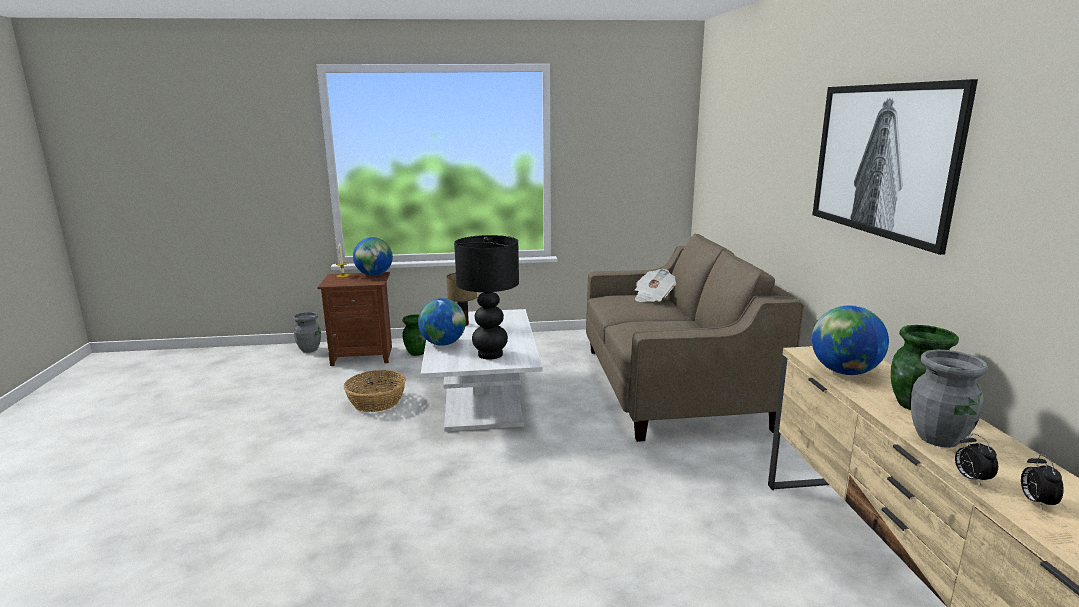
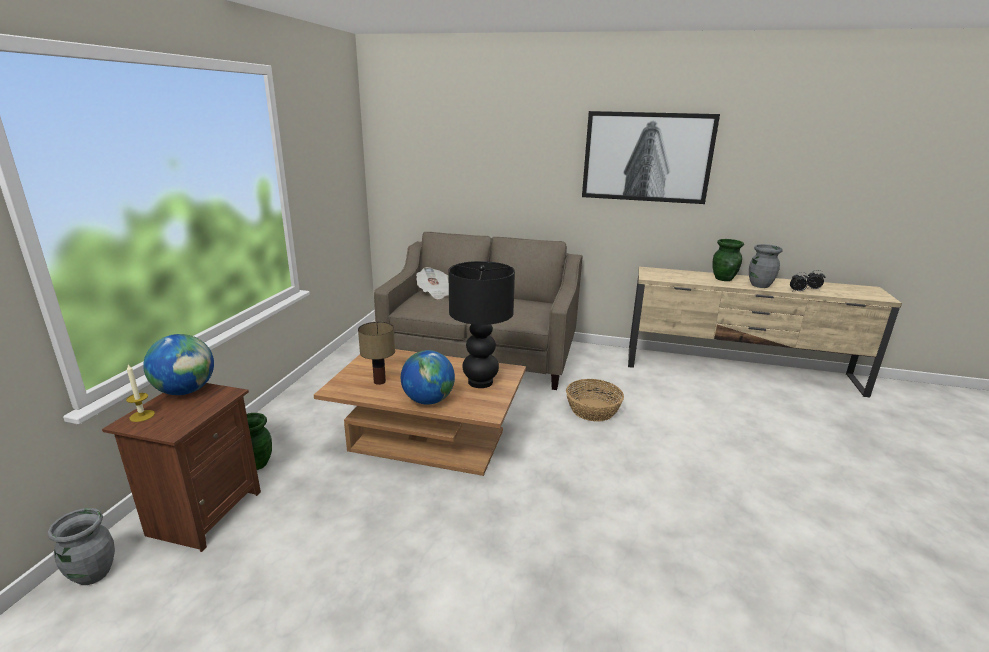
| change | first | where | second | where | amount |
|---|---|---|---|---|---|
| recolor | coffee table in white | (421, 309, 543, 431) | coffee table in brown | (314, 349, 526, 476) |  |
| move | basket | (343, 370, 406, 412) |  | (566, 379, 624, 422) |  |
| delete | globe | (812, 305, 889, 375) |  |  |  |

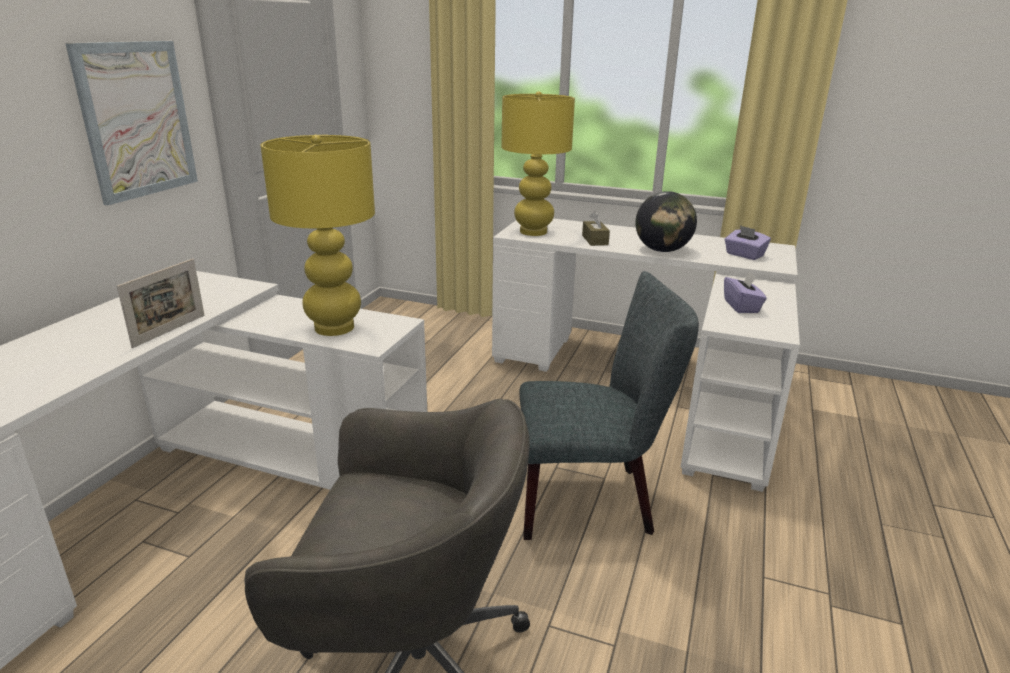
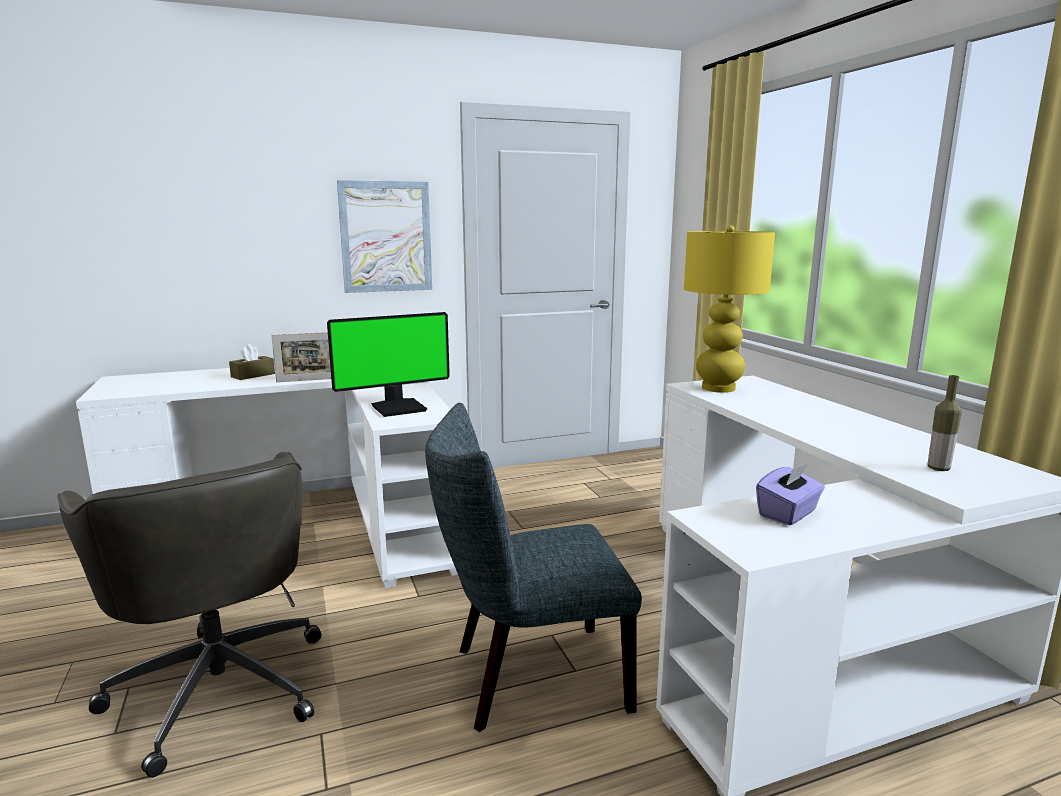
| change | first | where | second | where | amount |
|---|---|---|---|---|---|
| move | tissue box in brown | (582, 211, 610, 246) |  | (229, 344, 275, 380) |  |
| replace | table lamp in yellow | (260, 135, 375, 336) | monitor | (327, 312, 450, 417) |  |
| rotate | chair in grey | (519, 271, 699, 540) |  | (425, 403, 642, 732) | 120 degrees clockwise |
| replace | tissue box in purple | (725, 225, 771, 260) | bottle | (928, 375, 962, 471) |  |
| delete | globe | (635, 191, 697, 252) |  |  |  |

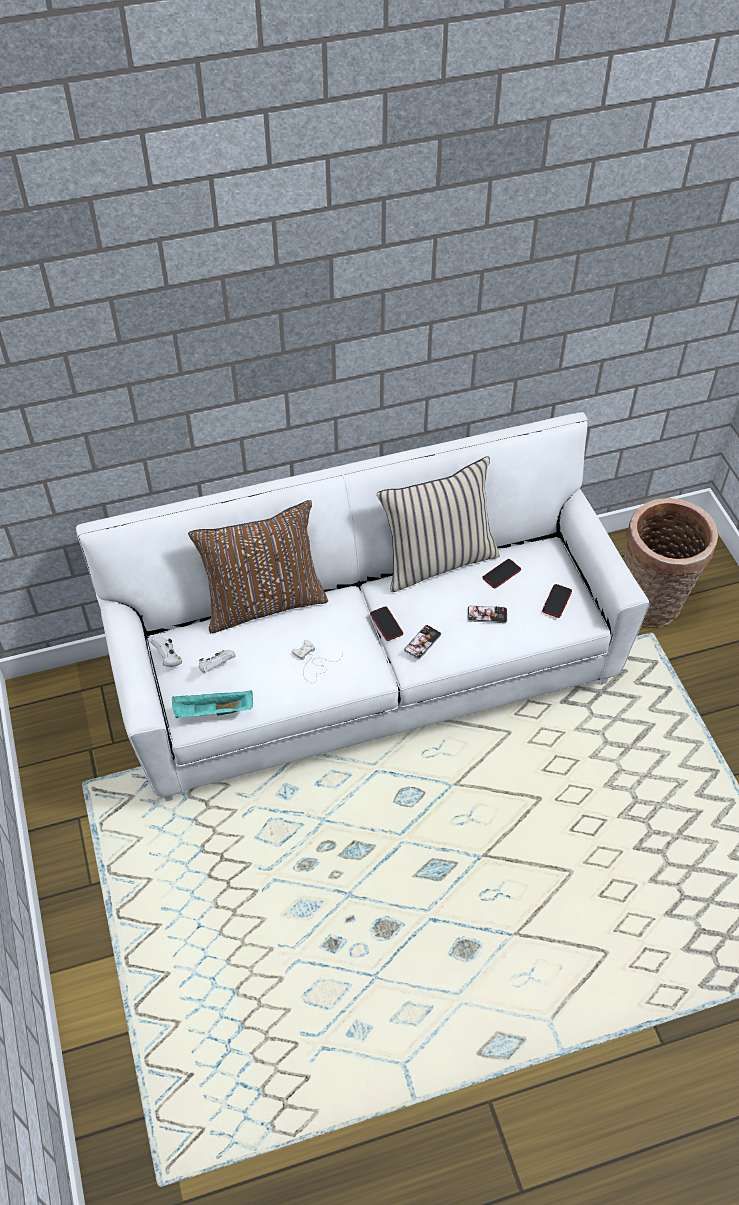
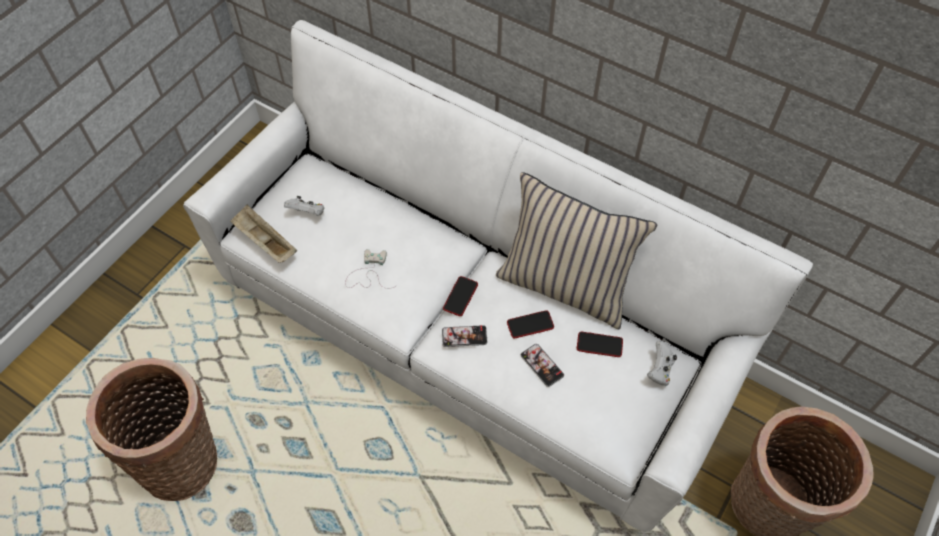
| change | first | where | second | where | amount |
|---|---|---|---|---|---|
| insert |  |  | basket | (86, 358, 217, 501) |  |
| recolor | tray in turquoise | (172, 691, 253, 718) | tray in beige | (230, 205, 297, 263) |  |
| move | phone | (542, 584, 572, 618) |  | (507, 310, 554, 338) |  |
| move | game controller in white | (149, 637, 182, 667) |  | (647, 341, 677, 386) |  |
| delete | pillow in brown | (188, 500, 328, 633) |  |  |  |

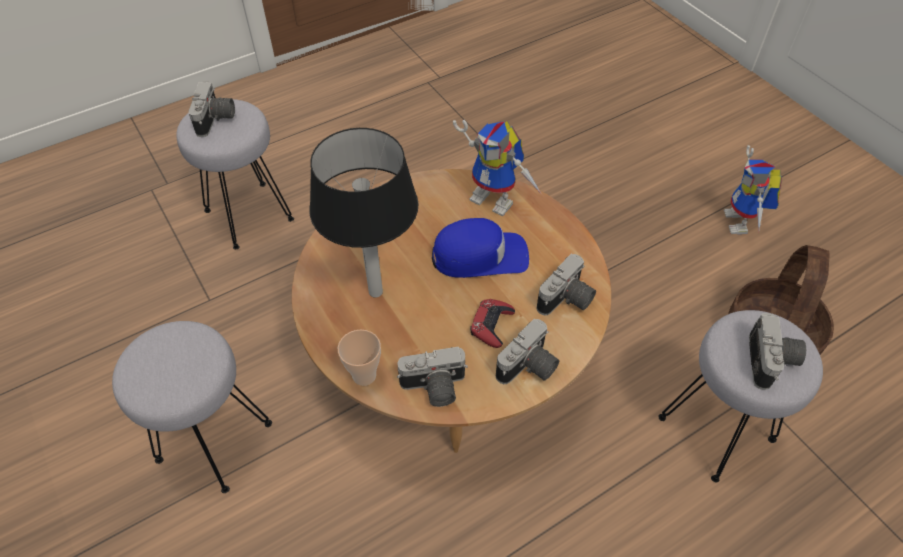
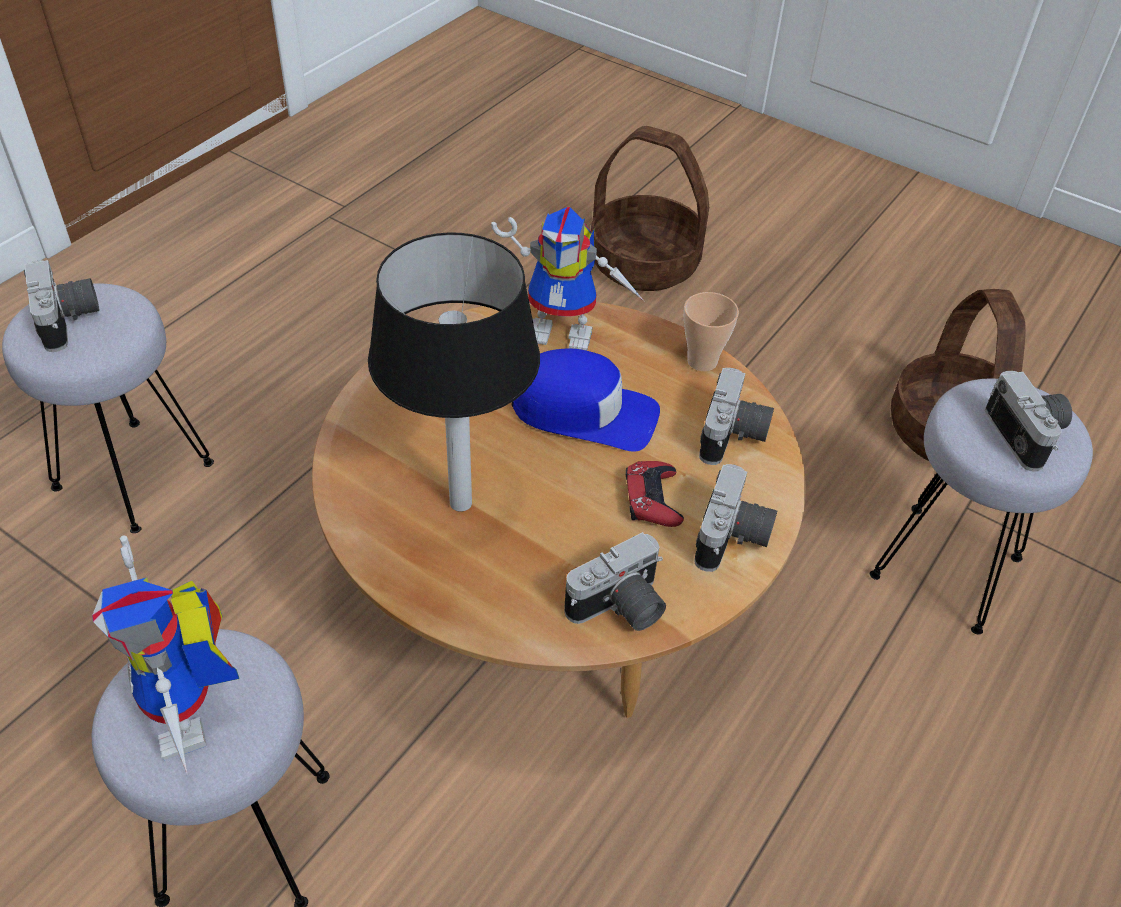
| change | first | where | second | where | amount |
|---|---|---|---|---|---|
| move | toy robot | (724, 145, 782, 234) |  | (92, 535, 240, 773) |  |
| rotate | cap in blue | (432, 218, 529, 278) |  | (512, 348, 660, 452) | 45 degrees clockwise |
| insert |  |  | basket | (591, 126, 709, 291) |  |
| move | cup | (338, 330, 381, 386) |  | (684, 292, 739, 371) |  |

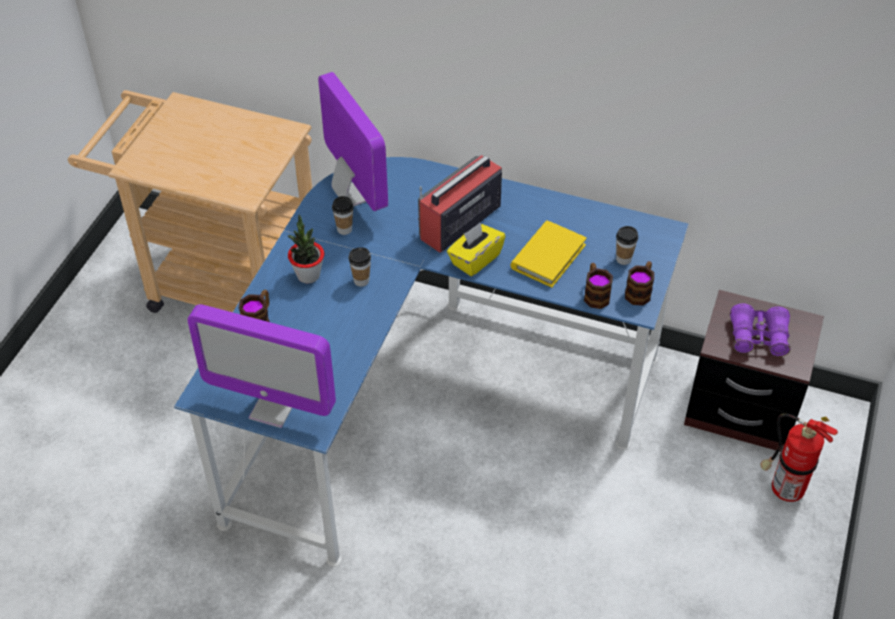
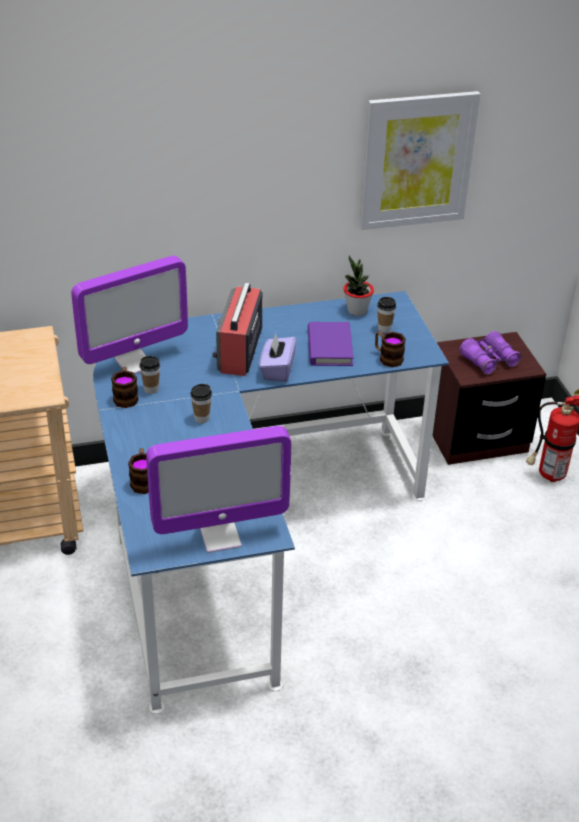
| change | first | where | second | where | amount |
|---|---|---|---|---|---|
| rotate | monitor | (318, 72, 388, 211) |  | (71, 256, 188, 374) | 120 degrees clockwise |
| move | mug | (625, 261, 654, 306) |  | (111, 367, 139, 408) |  |
| recolor | tissue box in yellow | (447, 222, 506, 276) | tissue box in purple | (259, 333, 296, 382) |  |
| recolor | book in yellow | (511, 220, 587, 288) | book in purple | (308, 322, 354, 366) |  |
| move | potted plant | (287, 214, 324, 284) |  | (343, 255, 374, 316) |  |
| insert |  |  | picture | (360, 91, 481, 230) |  |

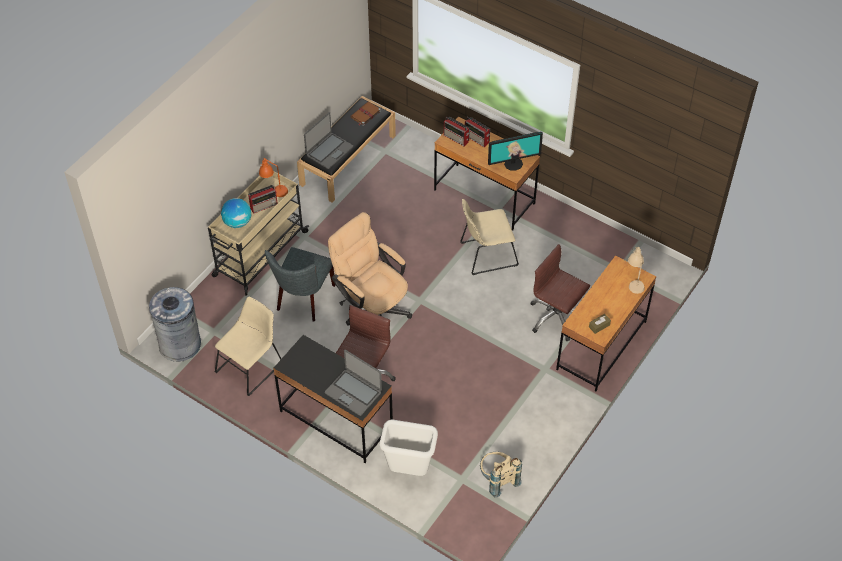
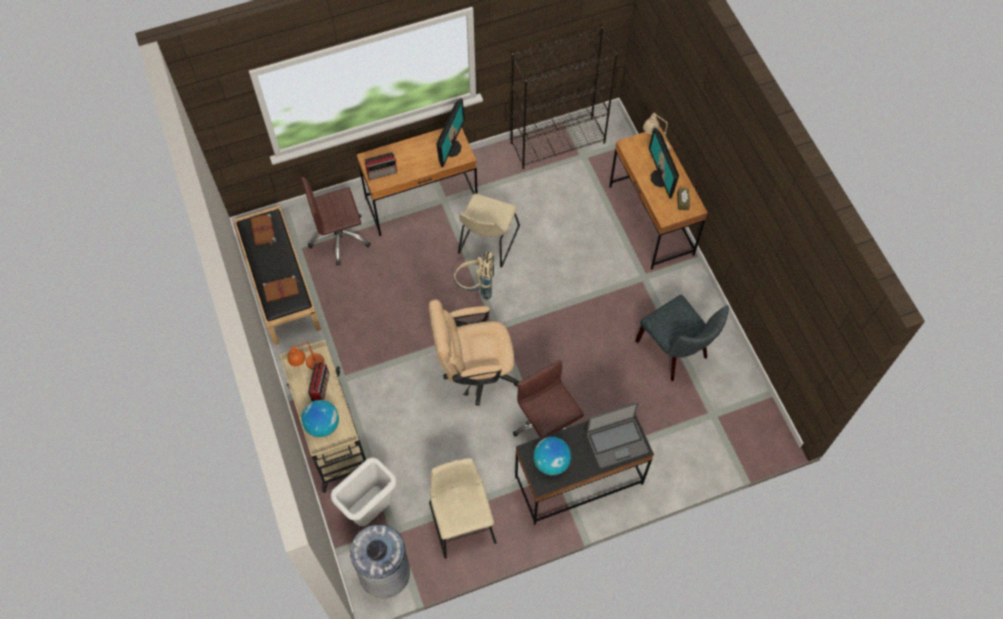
| change | first | where | second | where | amount |
|---|---|---|---|---|---|
| replace | laptop | (304, 112, 353, 169) | book in brown | (263, 276, 299, 303) |  |
| move | office chair in brown | (531, 244, 590, 341) |  | (301, 177, 371, 265) |  |
| move | trash can in white | (380, 419, 438, 476) |  | (331, 457, 396, 526) |  |
| move | backpack in beige | (480, 452, 522, 498) |  | (454, 251, 494, 300) |  |
| insert |  |  | bookcase in black | (510, 27, 618, 169) |  |
| insert |  |  | globe | (534, 437, 571, 475) |  |
| move | chair in grey | (265, 247, 336, 322) |  | (635, 294, 729, 381) |  |
| insert |  |  | monitor | (649, 128, 679, 199) |  |
| delete | radio | (465, 117, 490, 147) |  |  |  |

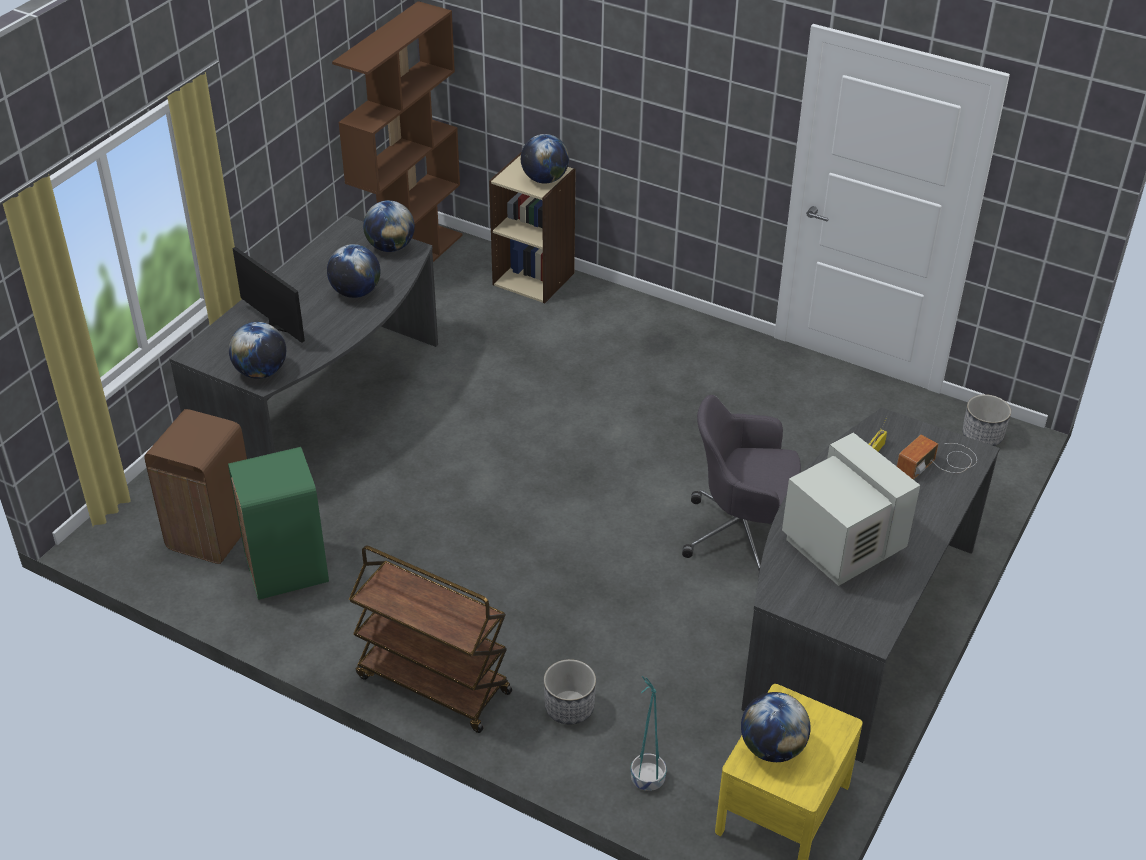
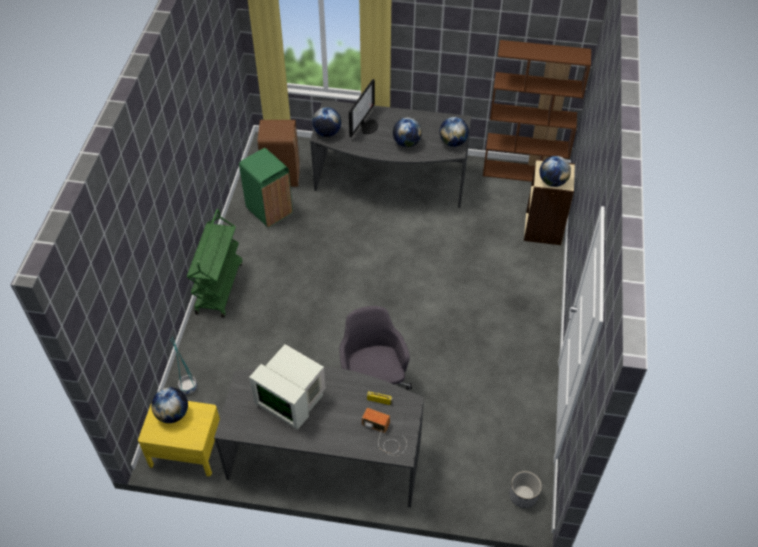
| change | first | where | second | where | amount |
|---|---|---|---|---|---|
| recolor | cart in brown | (349, 545, 512, 733) | cart in green | (187, 209, 242, 318) |  |
| rotate | monitor | (782, 432, 920, 586) |  | (249, 344, 326, 430) | 90 degrees clockwise |
| delete | planter | (544, 659, 596, 724) |  |  |  |

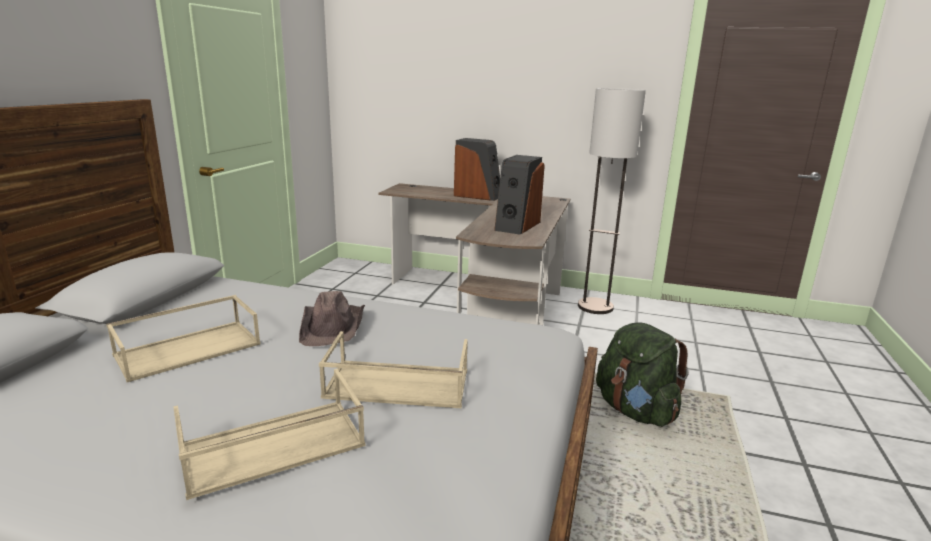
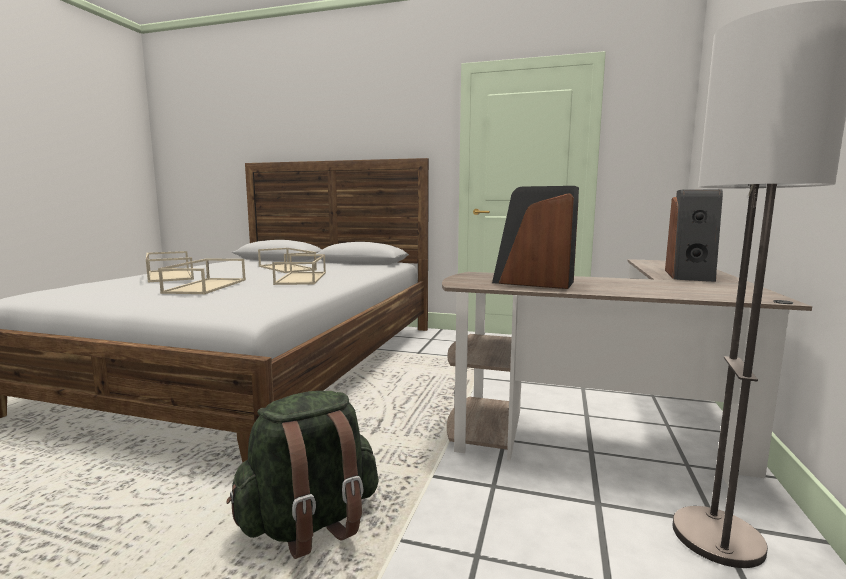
| change | first | where | second | where | amount |
|---|---|---|---|---|---|
| replace | hat in brown | (299, 291, 365, 346) | tray in beige | (272, 254, 326, 285) |  |

